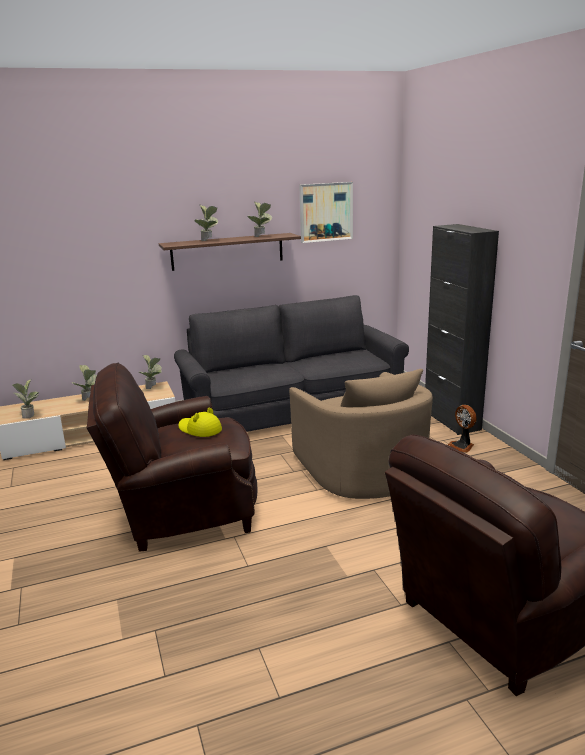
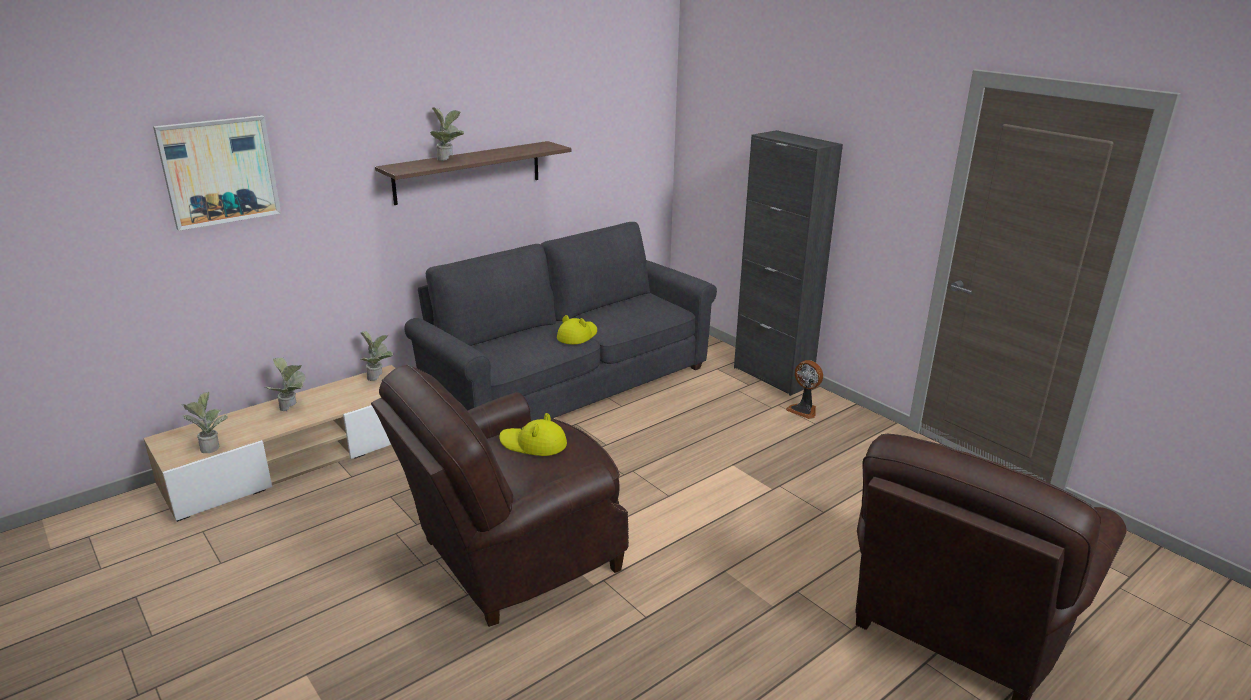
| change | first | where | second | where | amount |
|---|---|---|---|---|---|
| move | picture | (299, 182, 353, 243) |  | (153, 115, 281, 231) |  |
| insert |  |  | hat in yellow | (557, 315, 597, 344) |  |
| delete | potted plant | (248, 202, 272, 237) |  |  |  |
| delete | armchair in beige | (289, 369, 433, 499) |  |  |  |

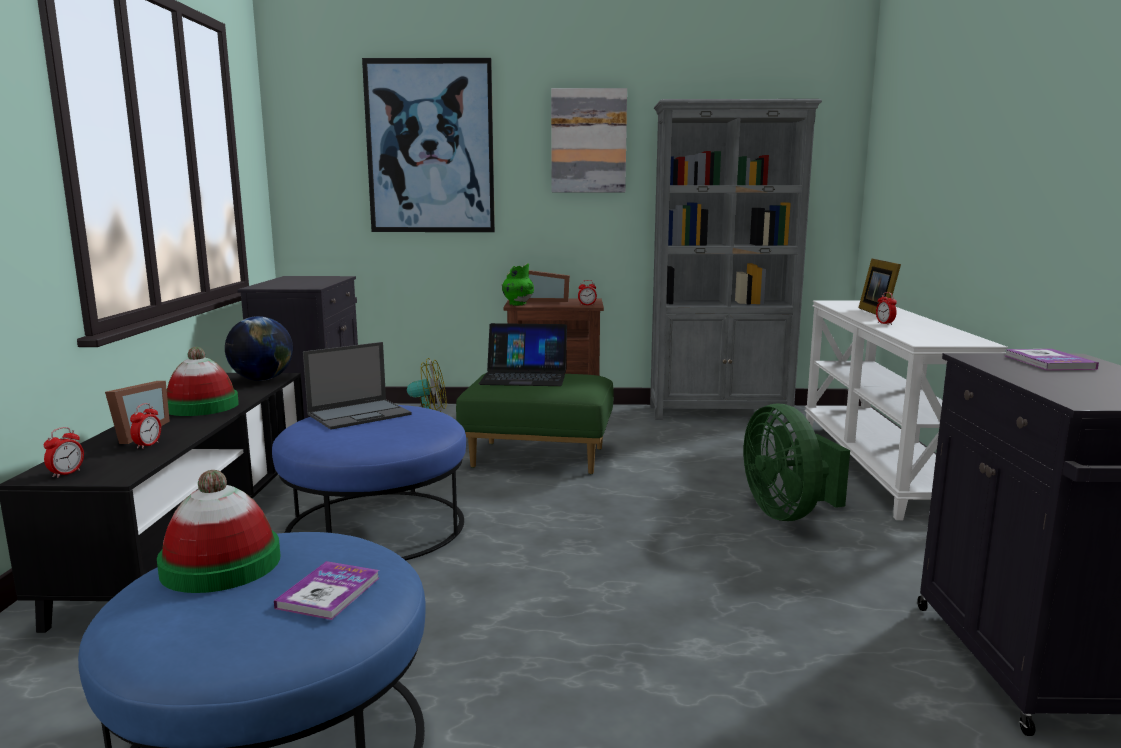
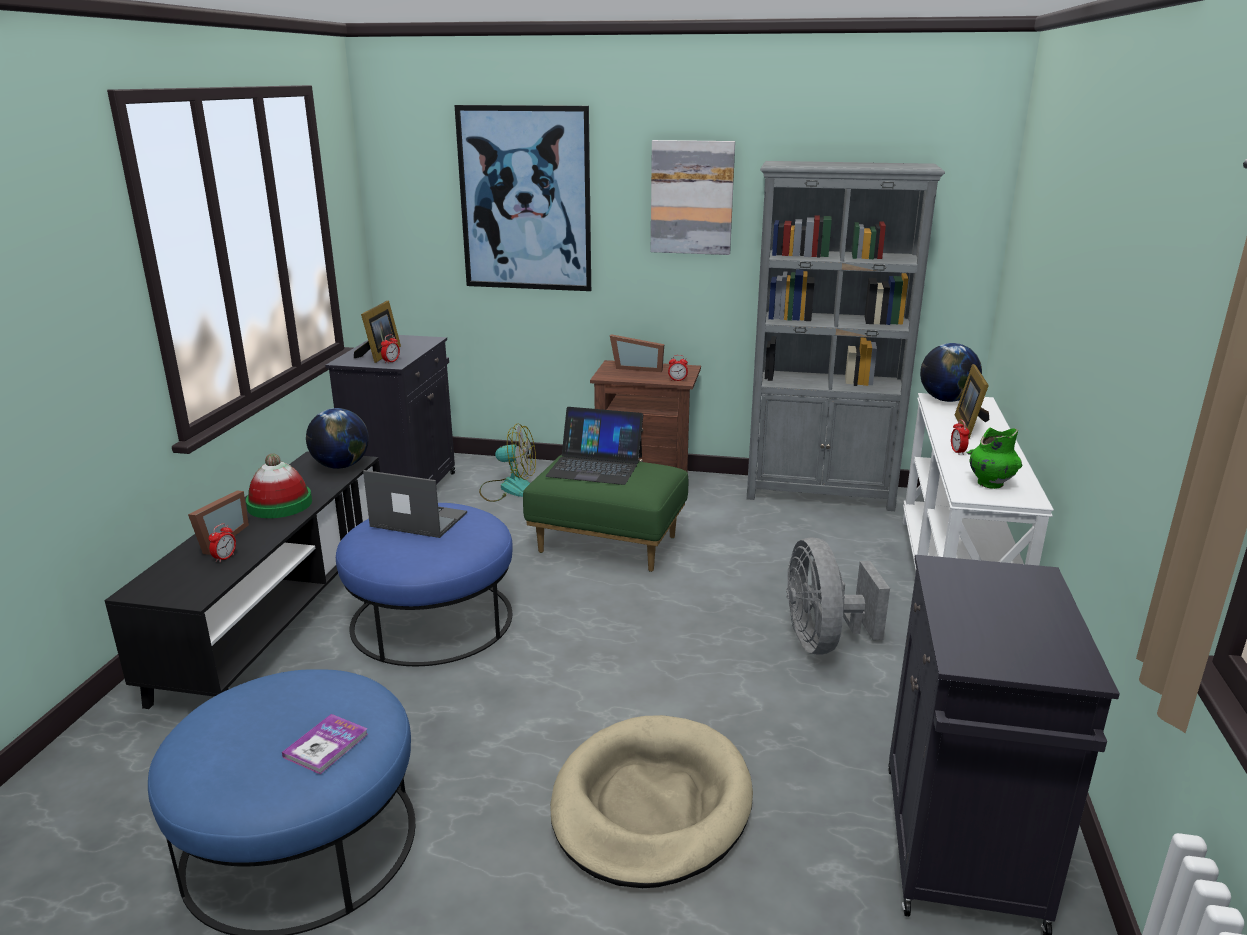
| change | first | where | second | where | amount |
|---|---|---|---|---|---|
| insert |  |  | picture frame | (354, 301, 401, 363) |  |
| rotate | laptop | (303, 342, 411, 430) |  | (363, 470, 467, 538) | 135 degrees counterclockwise |
| move | alarm clock | (44, 427, 84, 478) |  | (381, 334, 400, 363) |  |
| insert |  |  | dog bed in beige | (550, 715, 753, 888) |  |
| recolor | fan in green | (743, 404, 850, 521) | fan in grey | (786, 537, 890, 655) |  |
| insert |  |  | globe | (920, 343, 982, 402) |  |
| move | vase in green | (502, 263, 534, 306) |  | (966, 427, 1022, 489) |  |
| delete | hat | (157, 470, 280, 593) |  |  |  |
| delete | book | (1005, 349, 1099, 370) |  |  |  |

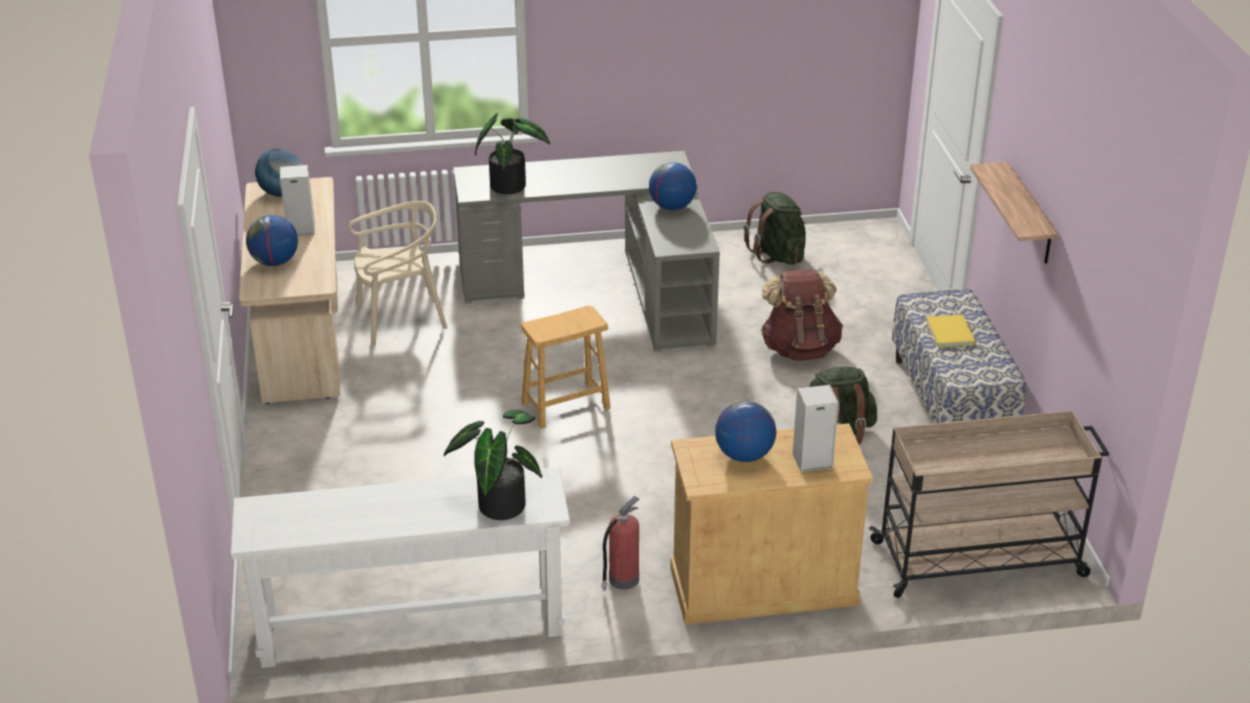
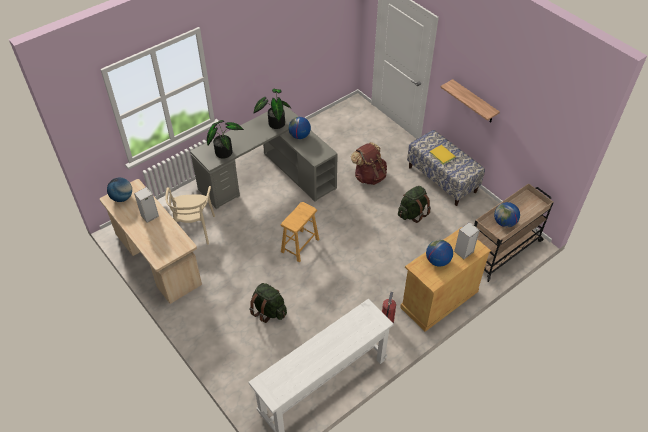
| change | first | where | second | where | amount |
|---|---|---|---|---|---|
| rotate | chair in beige | (348, 201, 447, 346) |  | (165, 186, 215, 245) | 135 degrees clockwise |
| move | backpack in green | (744, 192, 806, 265) |  | (249, 283, 287, 323) |  |
| move | potted plant | (444, 409, 542, 520) |  | (253, 89, 292, 129) |  |
| move | globe | (246, 215, 298, 266) |  | (494, 202, 520, 227) |  |

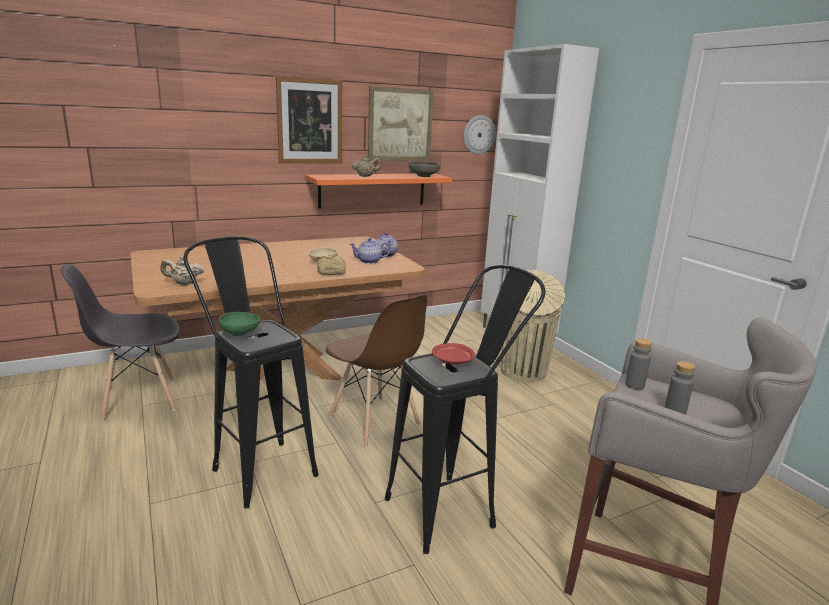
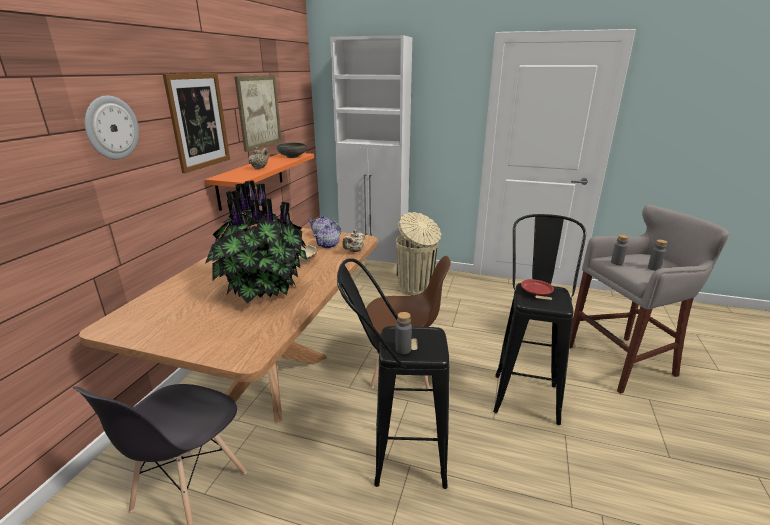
| change | first | where | second | where | amount |
|---|---|---|---|---|---|
| move | wall clock | (464, 115, 496, 155) |  | (85, 96, 139, 159) |  |
| insert |  |  | potted plant | (205, 180, 307, 304) |  |
| move | teapot in beige | (160, 256, 204, 285) |  | (342, 230, 365, 252) |  |
| replace | bowl in green | (219, 312, 260, 336) | bottle in grey | (396, 312, 412, 354) |  |
| delete | bread | (317, 255, 346, 275) |  |  |  |

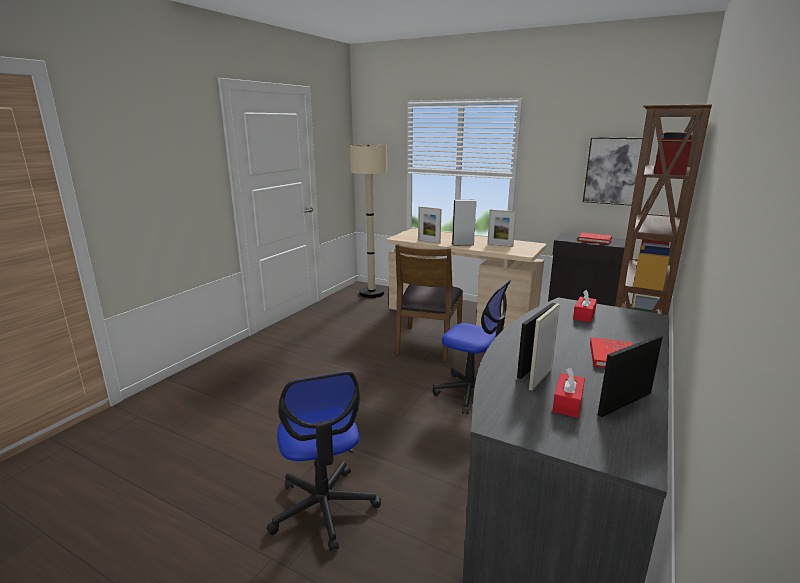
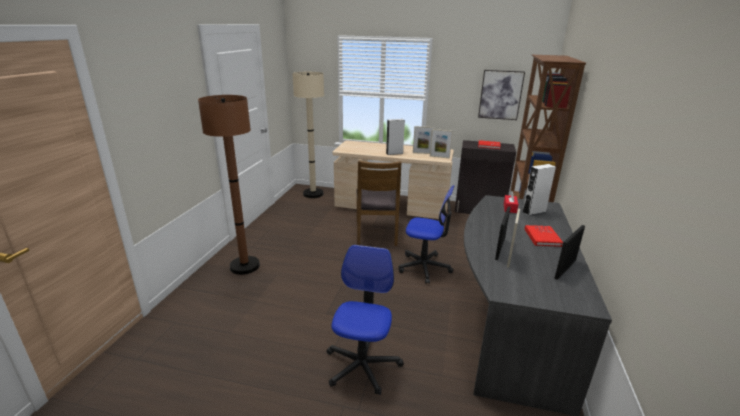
| change | first | where | second | where | amount |
|---|---|---|---|---|---|
| insert |  |  | floor lamp in brown | (198, 95, 260, 275) |  |
| rotate | office chair | (267, 371, 381, 551) |  | (327, 245, 404, 395) | 135 degrees counterclockwise |
| move | picture frame | (418, 206, 442, 244) |  | (430, 129, 453, 159) |  |
| insert |  |  | speaker in white | (522, 164, 556, 216) |  |
| delete | tissue box in red | (552, 368, 585, 418) |  |  |  |

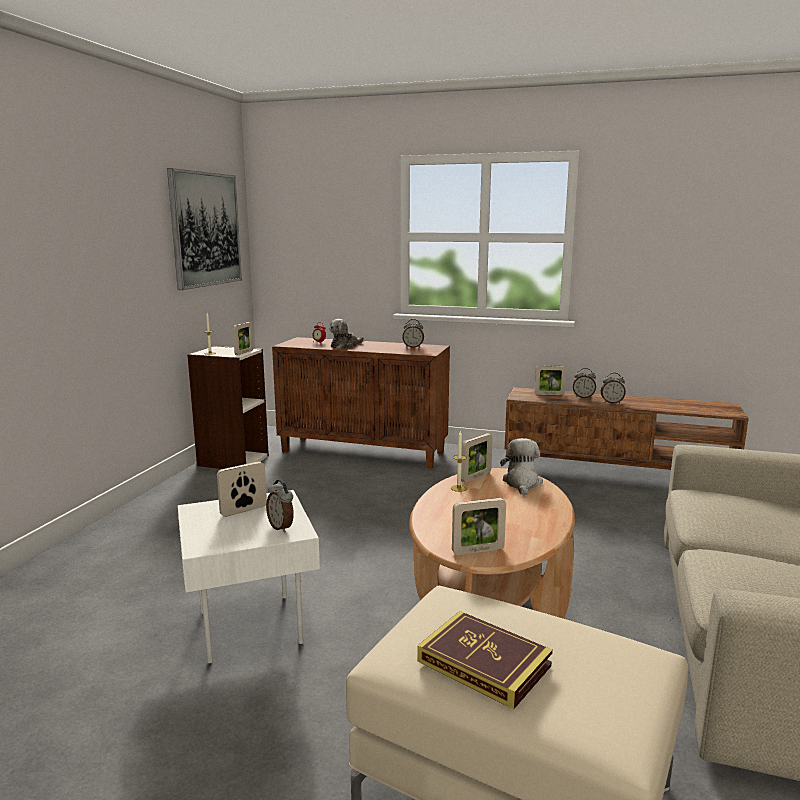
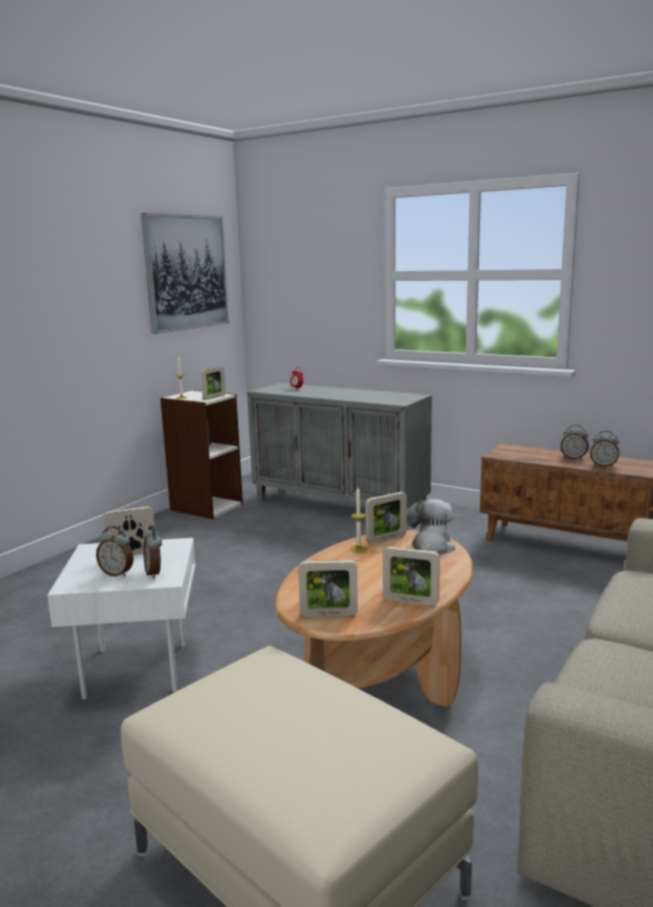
| change | first | where | second | where | amount |
|---|---|---|---|---|---|
| move | alarm clock | (402, 319, 424, 348) |  | (96, 526, 134, 577) |  |
| recolor | cabinet in brown | (272, 337, 450, 469) | cabinet in grey | (247, 383, 432, 508) |  |
| move | picture frame | (535, 365, 566, 395) |  | (383, 547, 440, 606) |  |
| delete | plush toy | (329, 319, 364, 349) |  |  |  |
| delete | book | (418, 611, 553, 709) |  |  |  |

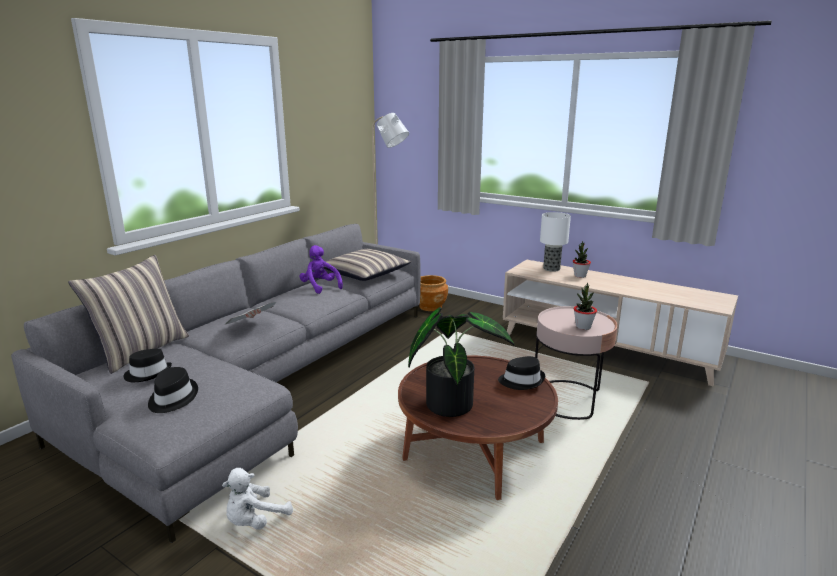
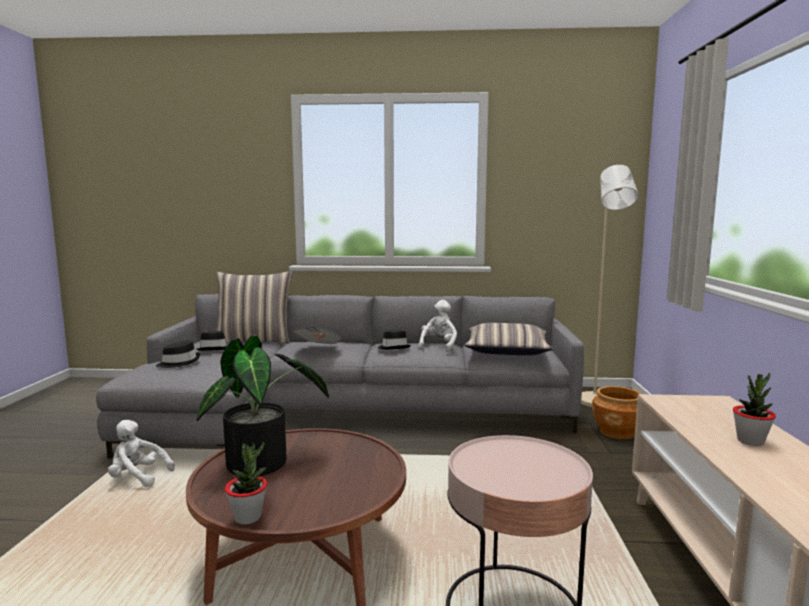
| change | first | where | second | where | amount |
|---|---|---|---|---|---|
| move | potted plant | (574, 283, 597, 330) |  | (225, 442, 267, 525) |  |
| move | hat in black | (498, 356, 545, 390) |  | (378, 330, 411, 350) |  |
| recolor | plush toy in purple | (299, 245, 343, 294) | plush toy in white | (419, 300, 457, 352) |  |
| delete | table lamp | (540, 212, 571, 272) |  |  |  |

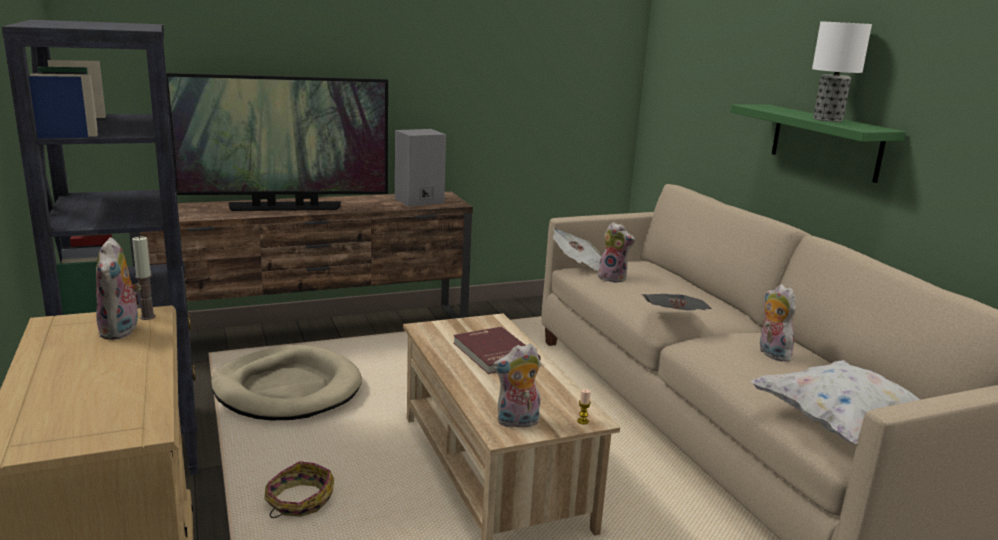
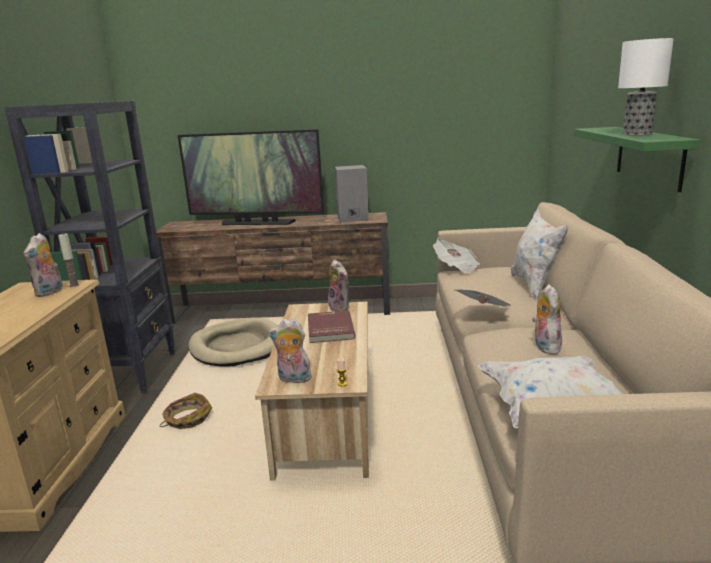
| change | first | where | second | where | amount |
|---|---|---|---|---|---|
| move | plush toy | (598, 222, 635, 283) |  | (328, 259, 349, 311) |  |
| insert |  |  | pillow in white | (511, 209, 568, 300) |  |

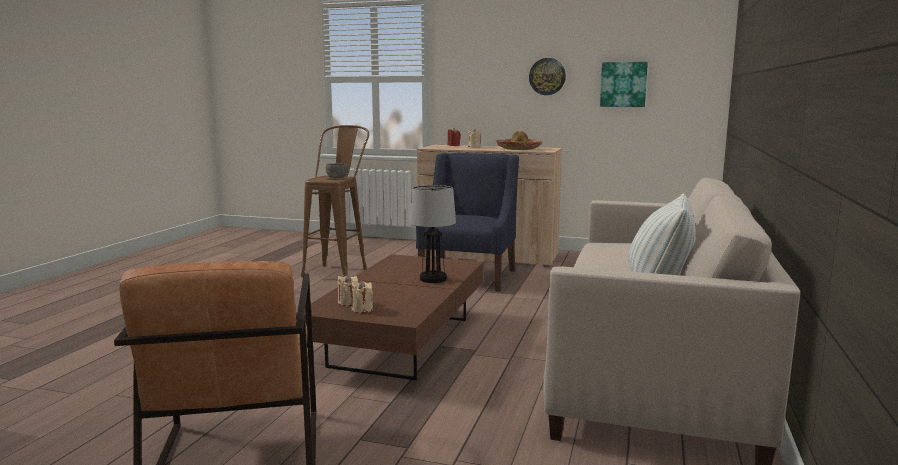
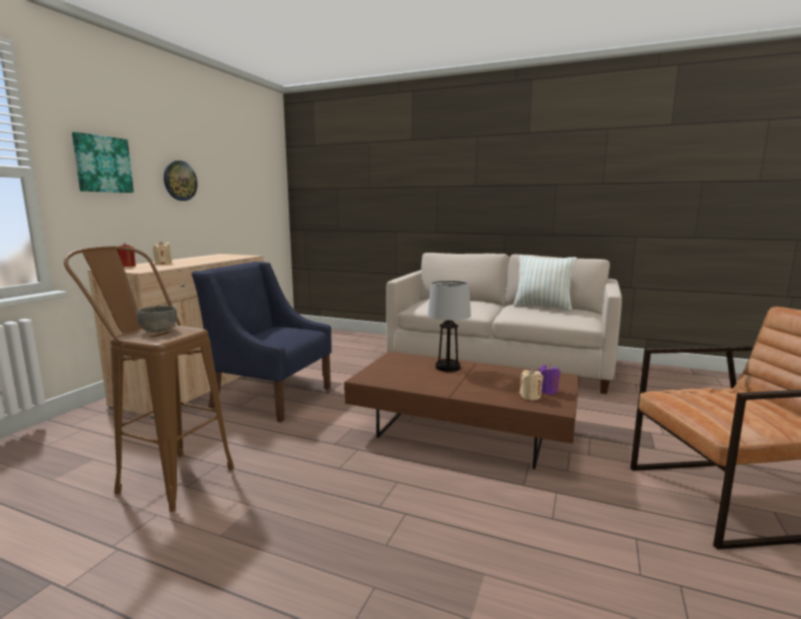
| change | first | where | second | where | amount |
|---|---|---|---|---|---|
| move | picture | (600, 62, 648, 107) |  | (72, 132, 134, 193) |  |
| recolor | candle in beige | (351, 280, 373, 313) | candle in purple | (539, 364, 561, 394) |  |
| delete | hat | (496, 130, 543, 150) |  |  |  |

